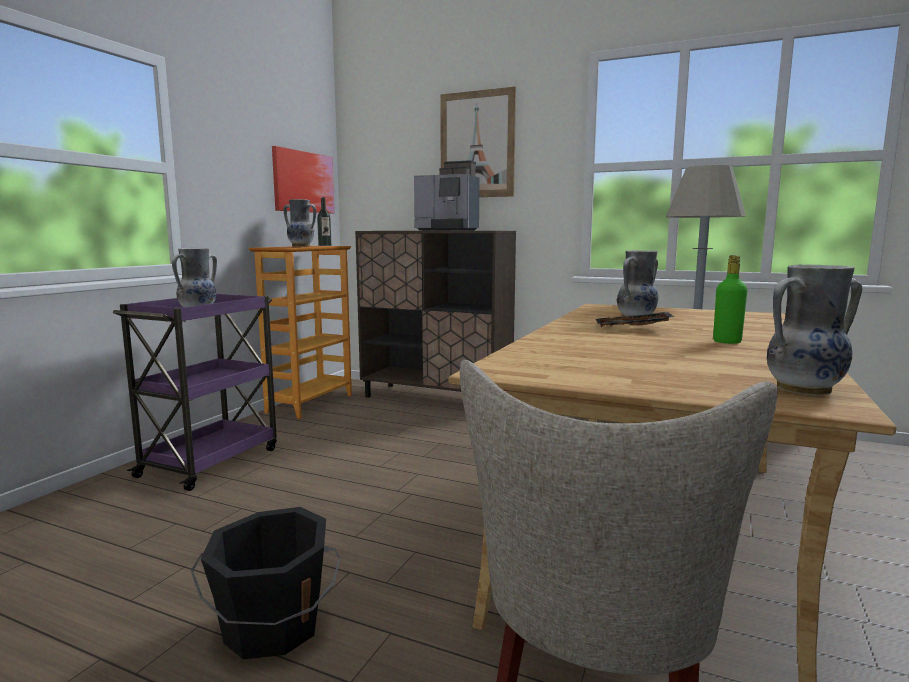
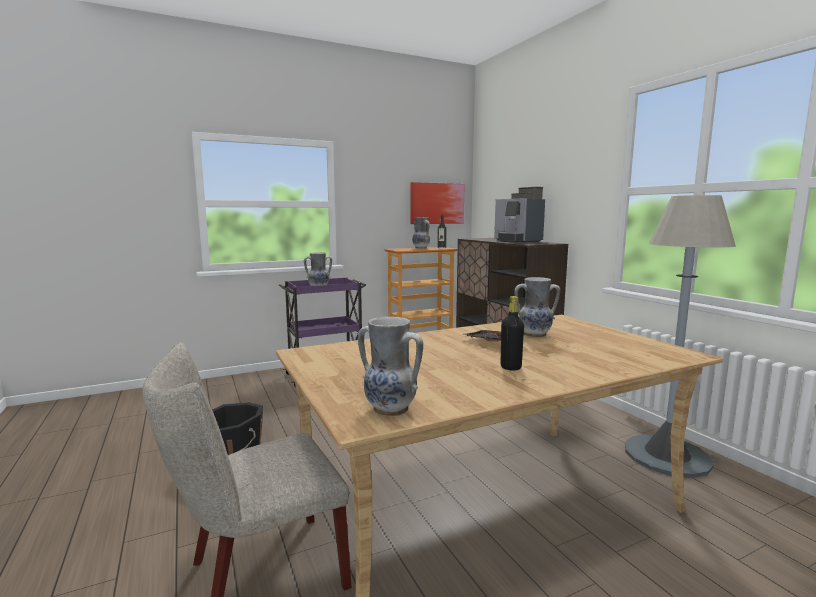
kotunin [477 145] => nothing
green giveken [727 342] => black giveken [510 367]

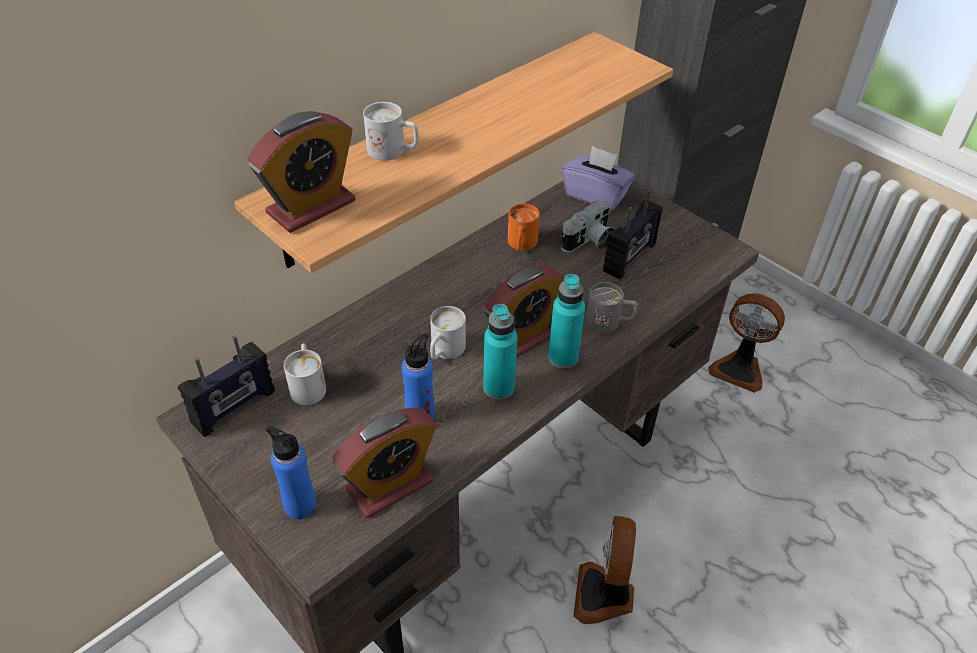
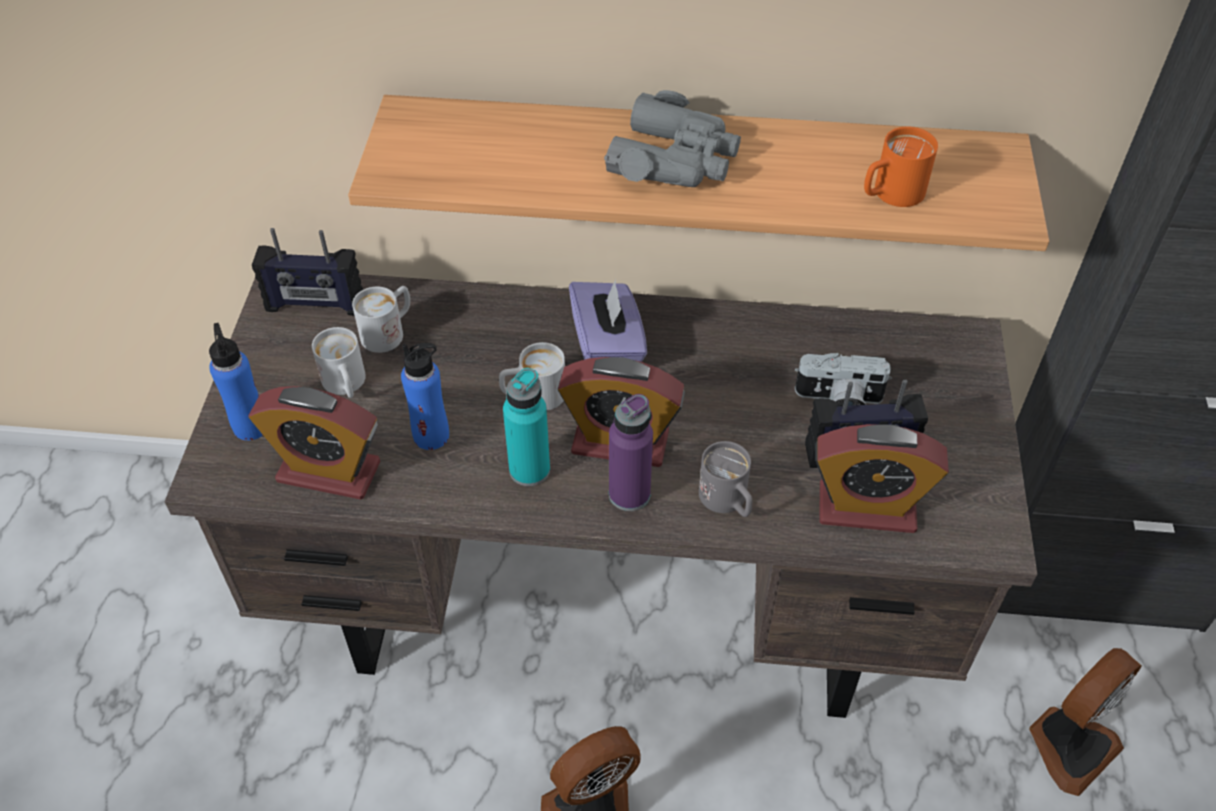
nothing => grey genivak [675 159]
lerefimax [311 207] => lerefimax [866 508], shifted
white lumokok [393 151] => white lumokok [346 386], shifted
orange lumokok [521 245] => orange lumokok [890 194], shifted
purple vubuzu [596 195] => purple vubuzu [608 348], shifted
turquoise giveken [563 357] => purple giveken [629 494]
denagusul [739 369] => denagusul [1069 744], 120 degrees counterclockwise

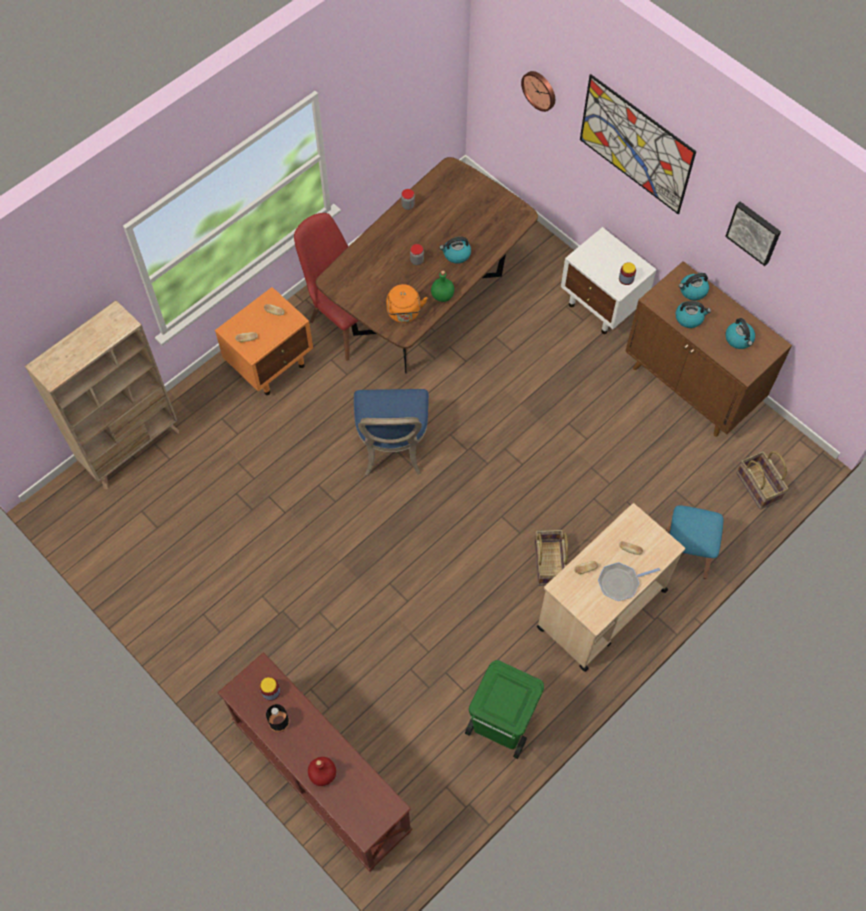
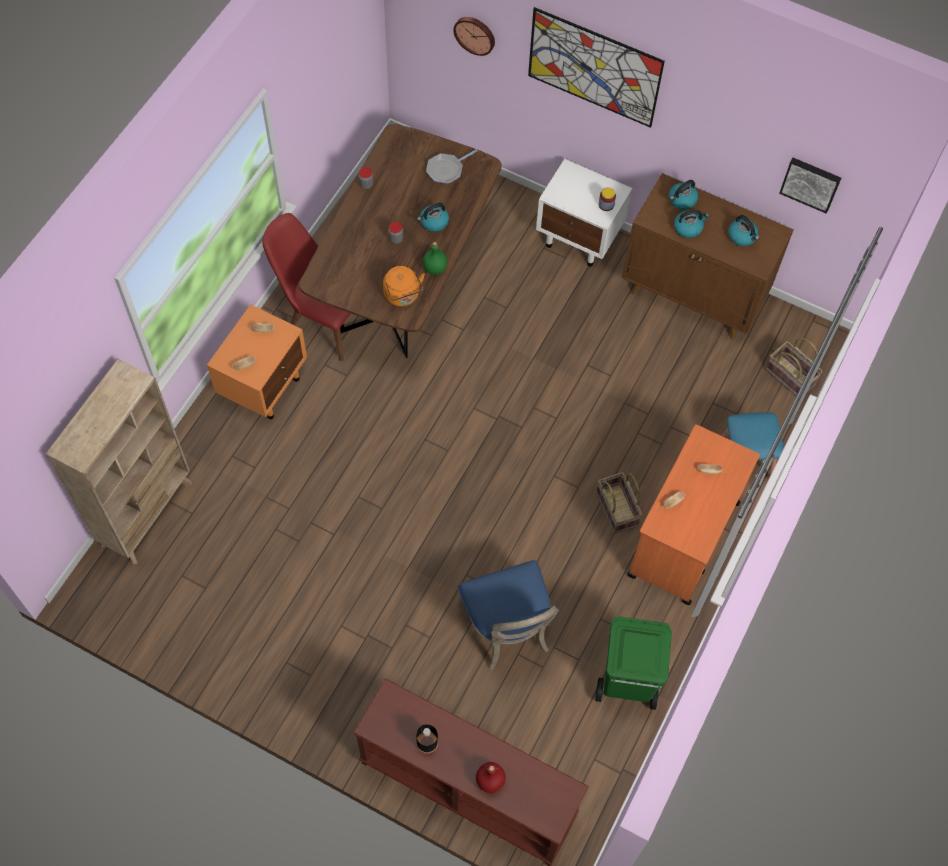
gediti [271 691] => nothing
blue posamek [392 448] => blue posamek [508 630], shifted
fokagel [620 582] => fokagel [446 170], shifted
kotunin [754 232] => kotunin [810 183], shifted
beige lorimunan [601 609] => orange lorimunan [683 539]

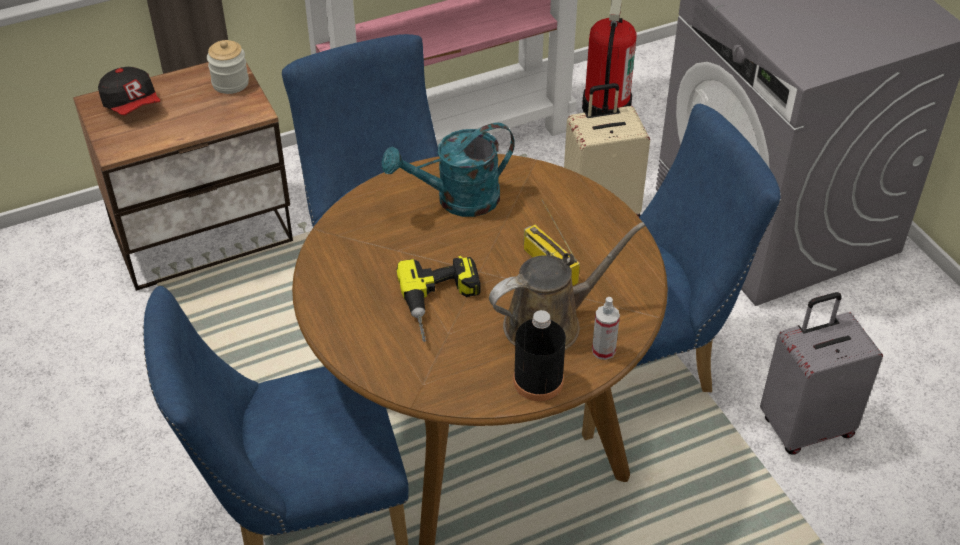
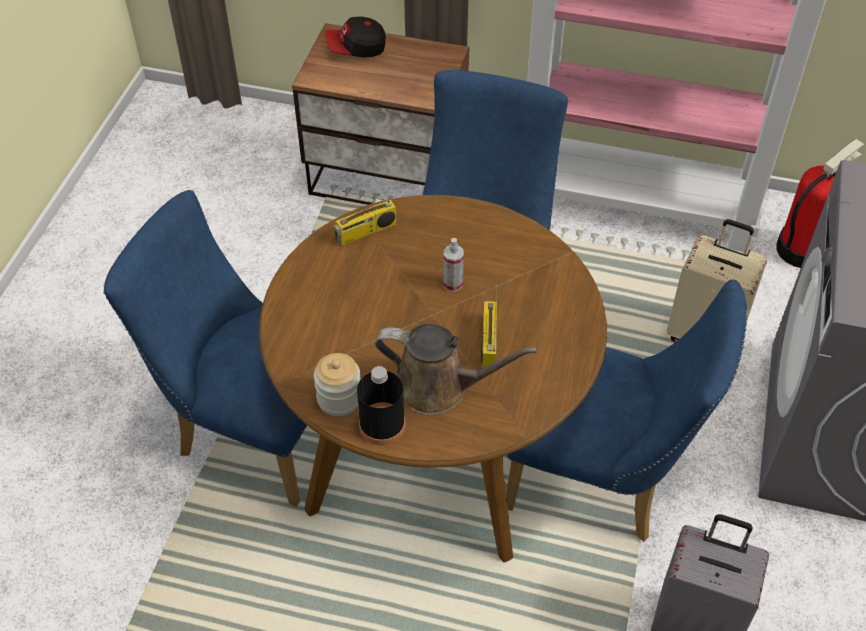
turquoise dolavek [457 200] => nothing
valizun [442 304] => nothing
nothing => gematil [366 232]
gediti [230 83] => gediti [339 398], shifted
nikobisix [603 351] => nikobisix [453 284], shifted
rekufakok [132 104] => rekufakok [356 49], 75 degrees clockwise

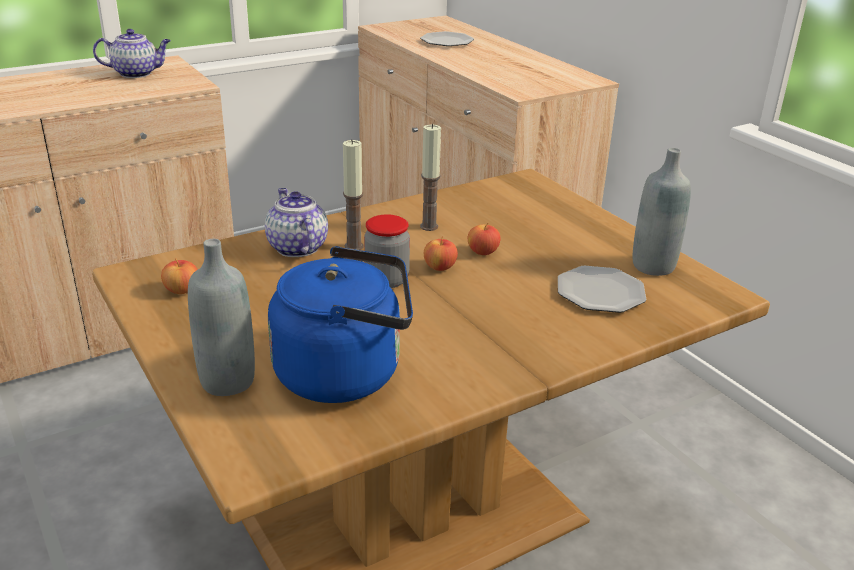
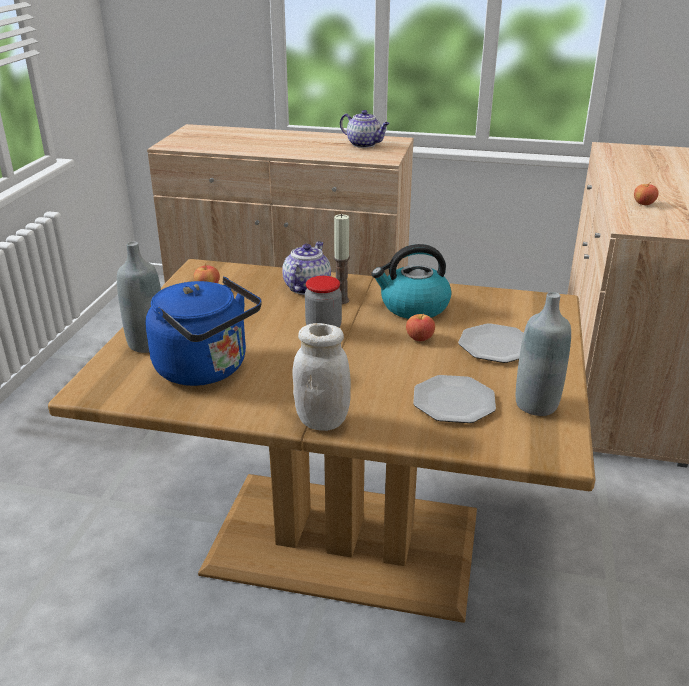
nothing => white gediti [322 421]
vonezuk [446 41] => vonezuk [495 345], shifted
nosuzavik [440 267] => nosuzavik [644 203], shifted
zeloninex [429 226] => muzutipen [413 307]

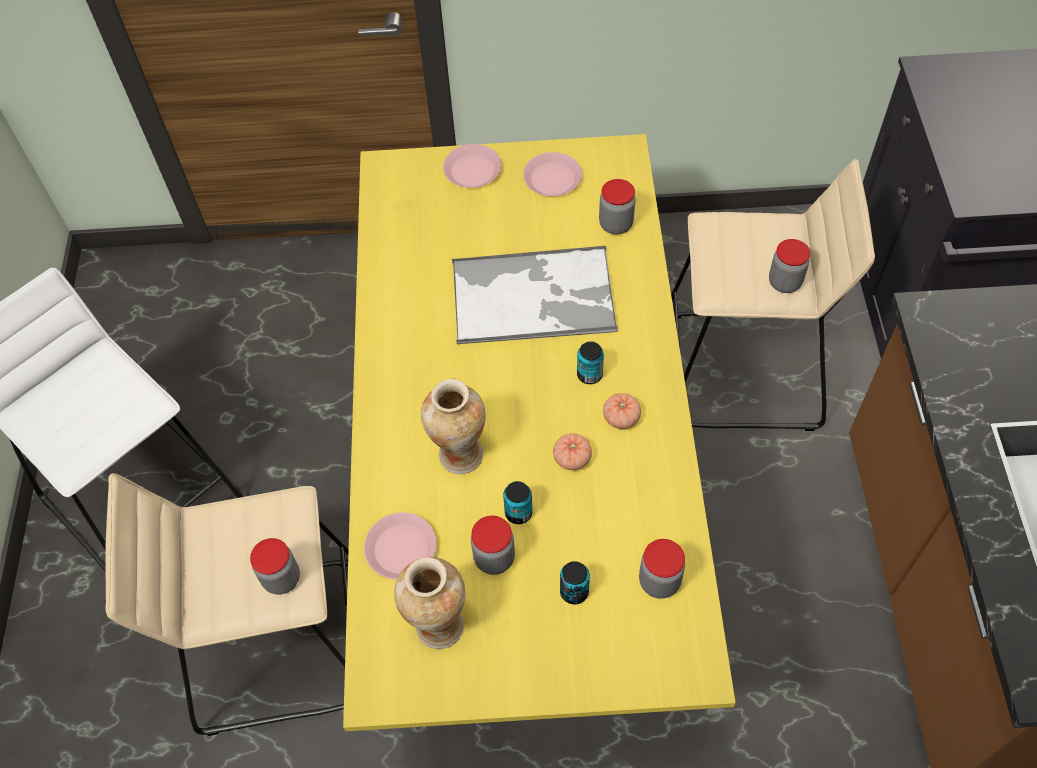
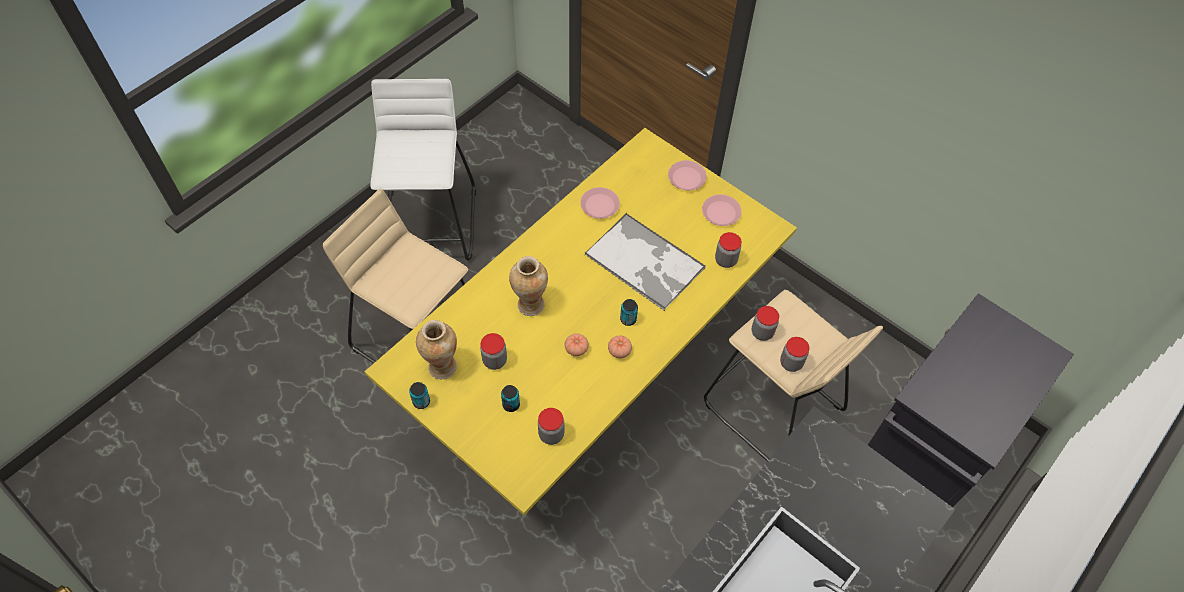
gediti [281 578] => gediti [762 332], shifted
pink vonezuk [401 549] => pink vonezuk [599 206], shifted
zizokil [518 513] => zizokil [421 401], shifted

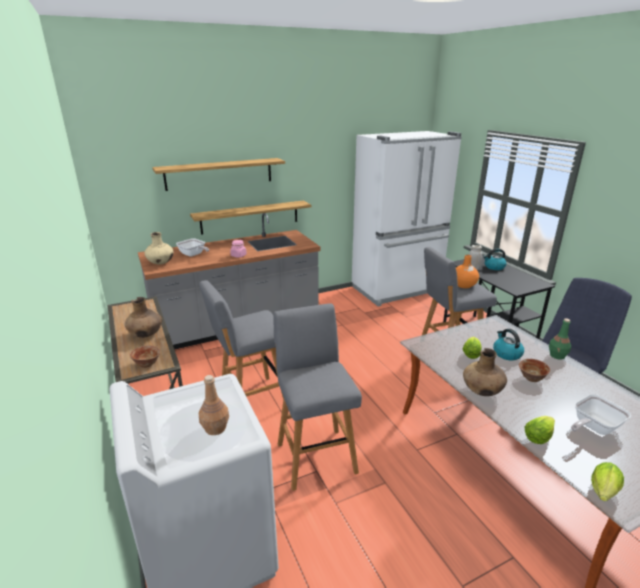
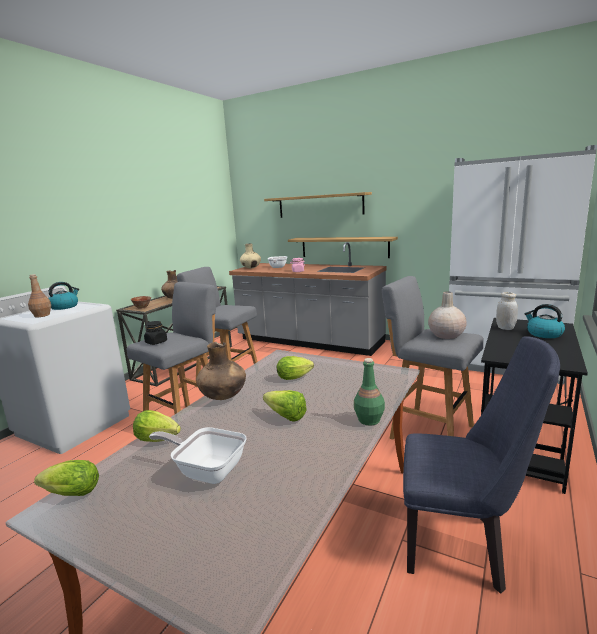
nothing => black gediti [156 342]
muzutipen [506 353] => muzutipen [64 307], shifted
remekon [531 378] => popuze [283 415]
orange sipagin [463 285] => beige sipagin [446 335]

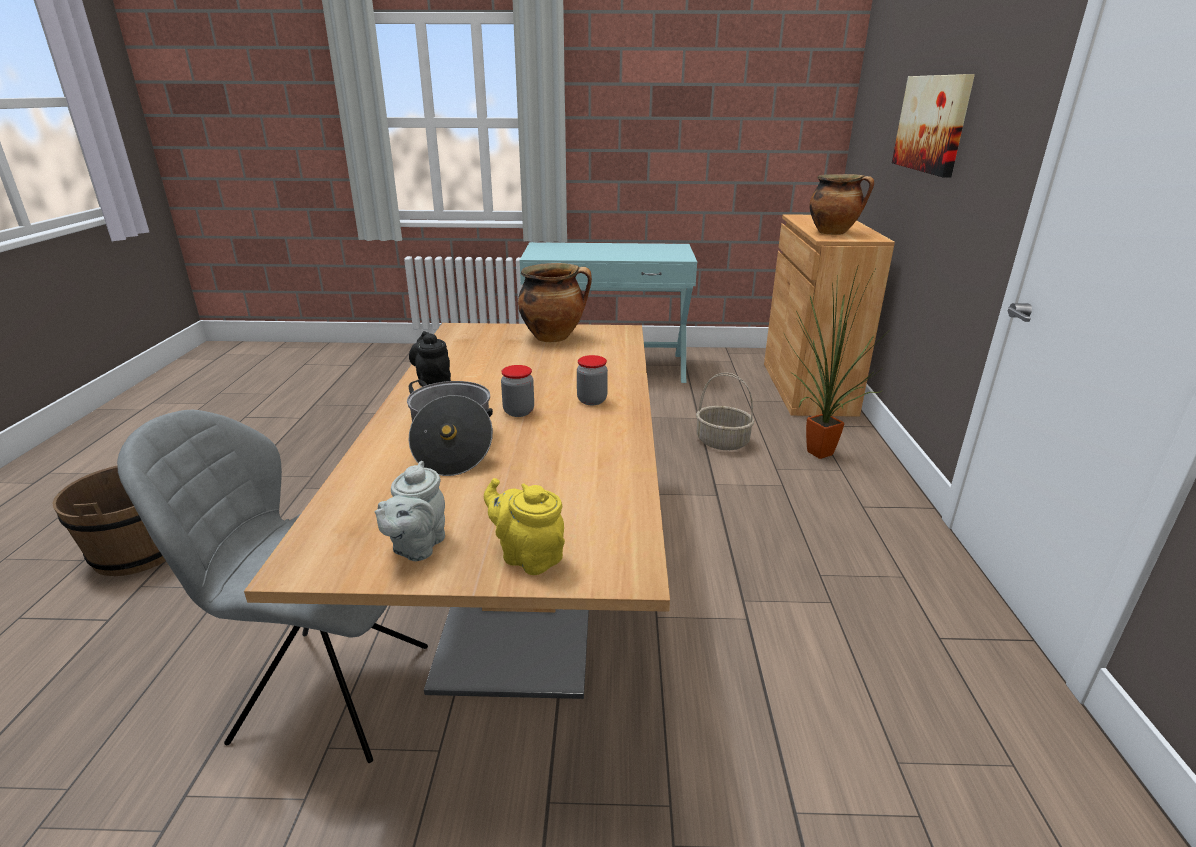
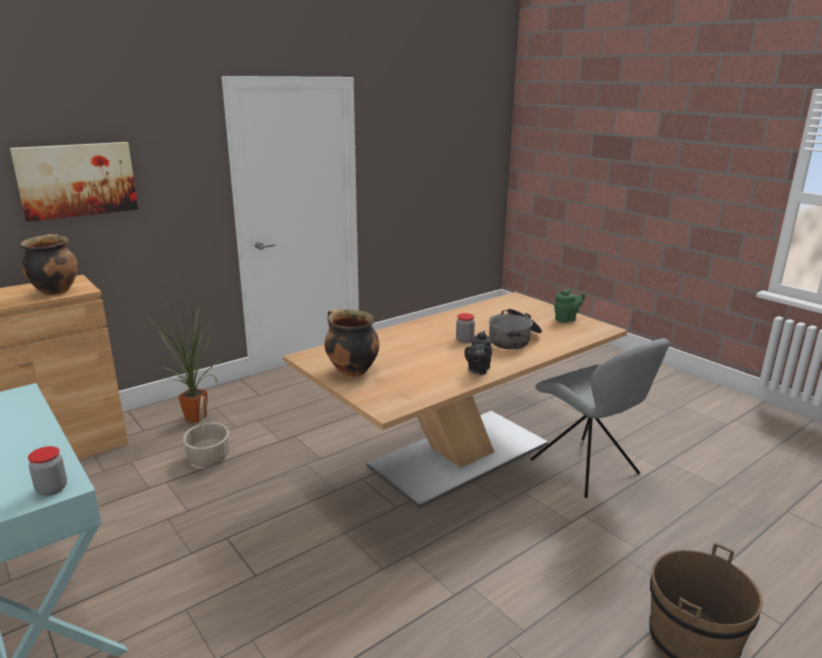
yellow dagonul [528 556] => nothing
gediti [592 400] => gediti [52 489], shifted
grey dagonul [416 547] => green dagonul [566 319]

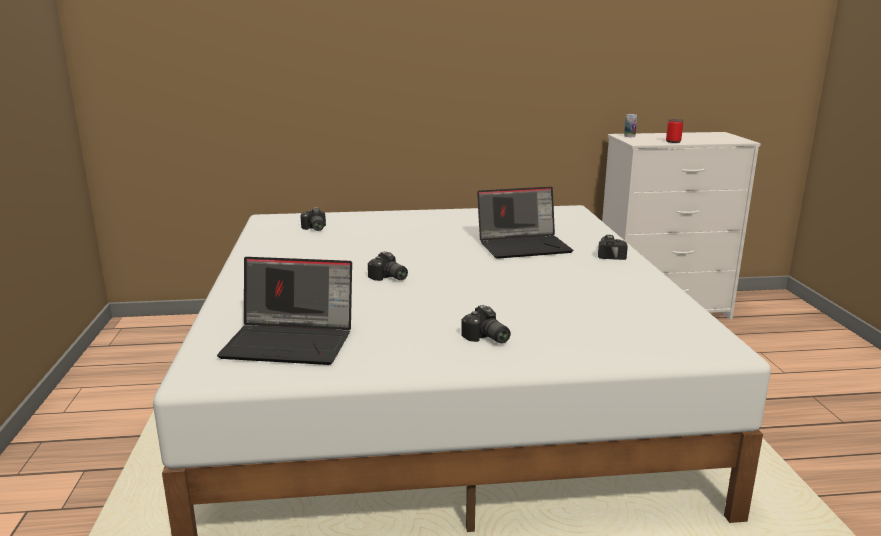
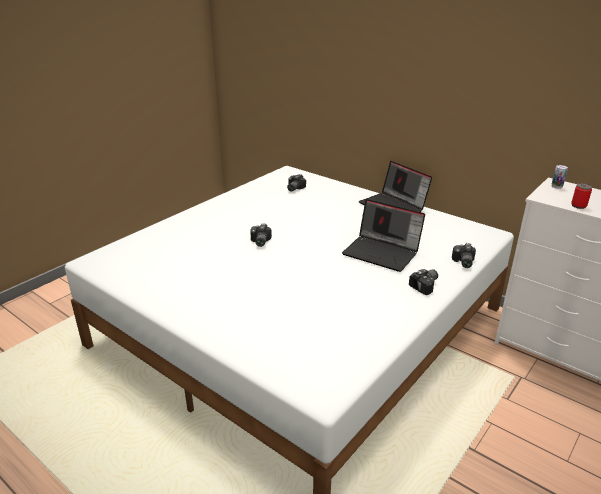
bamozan [291 342] => bamozan [394 206], shifted
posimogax [486 338] => posimogax [462 262], shifted

